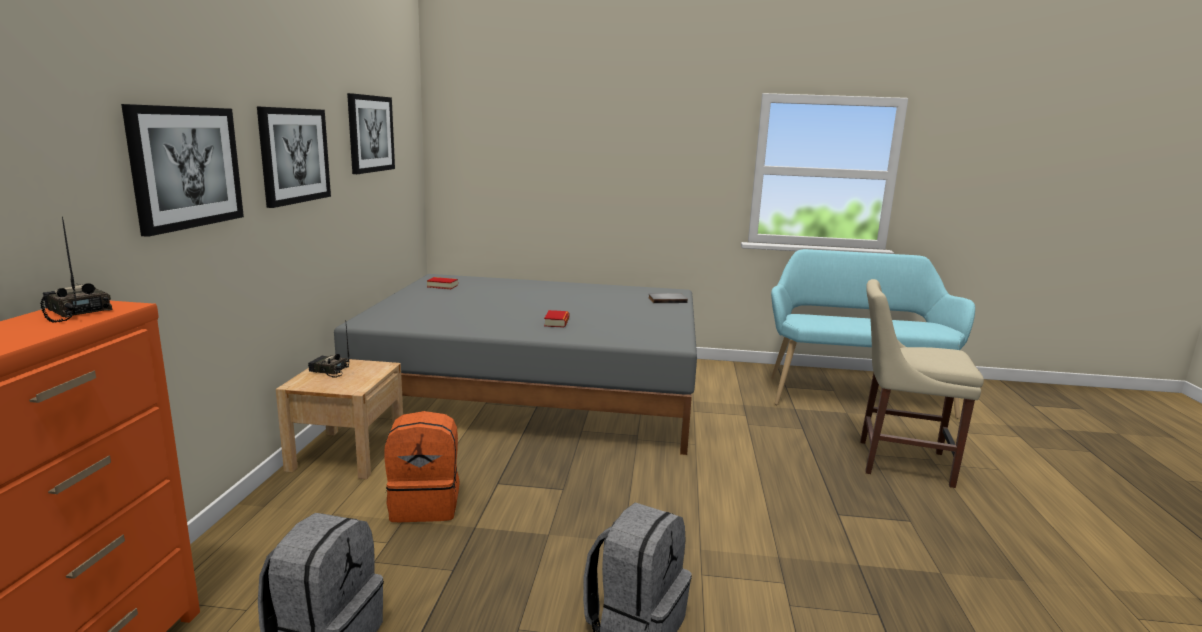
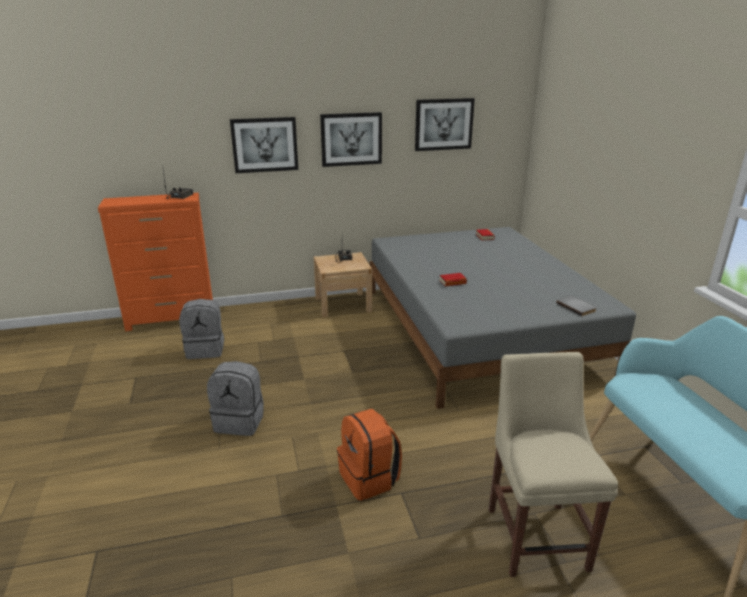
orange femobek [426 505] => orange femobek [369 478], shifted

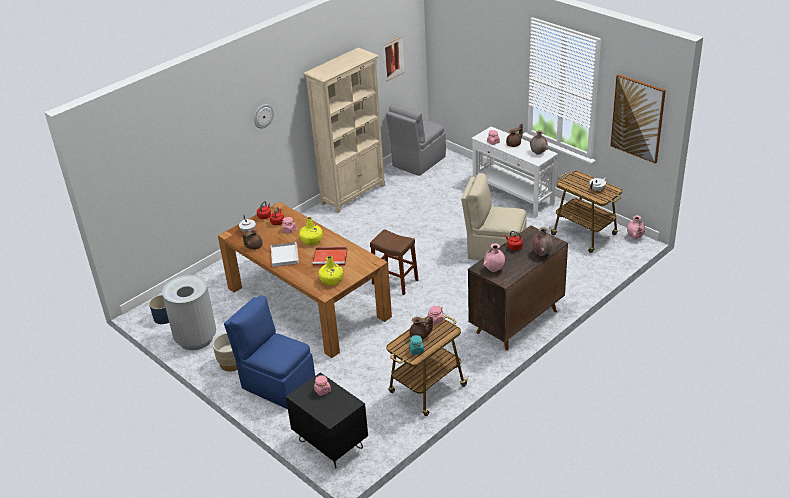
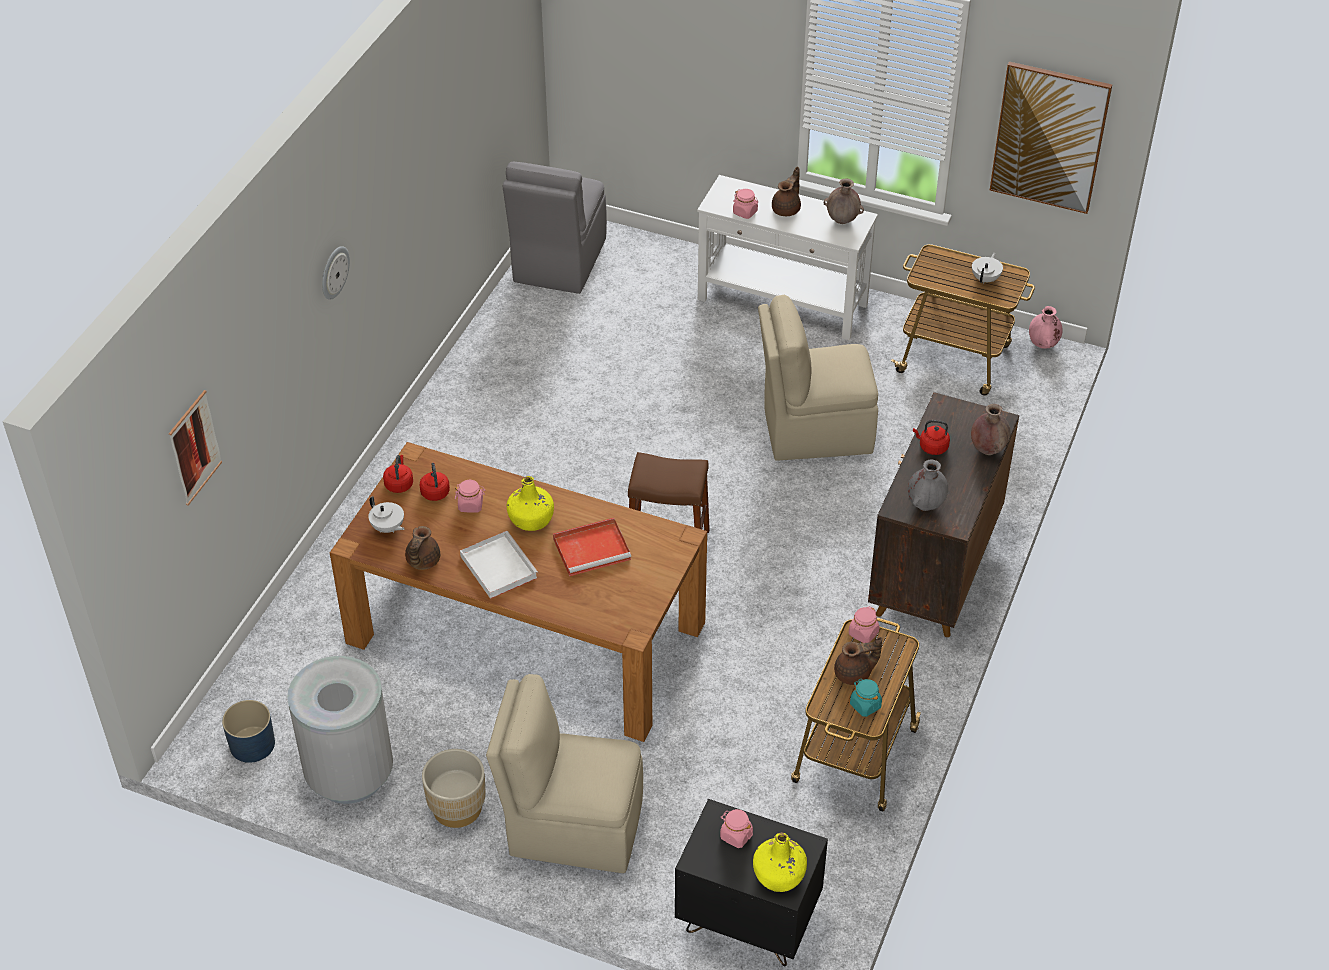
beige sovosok [353 194] => nothing
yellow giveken [332 280] => yellow giveken [779 874], shifted
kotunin [393 58] => kotunin [195 447], shifted
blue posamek [277 384] => beige posamek [572 826]
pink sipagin [494 269] => grey sipagin [925 505]

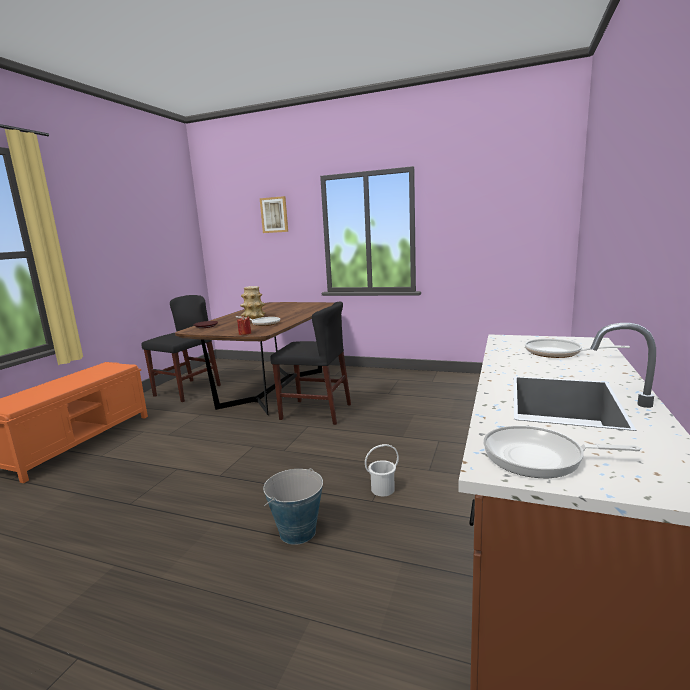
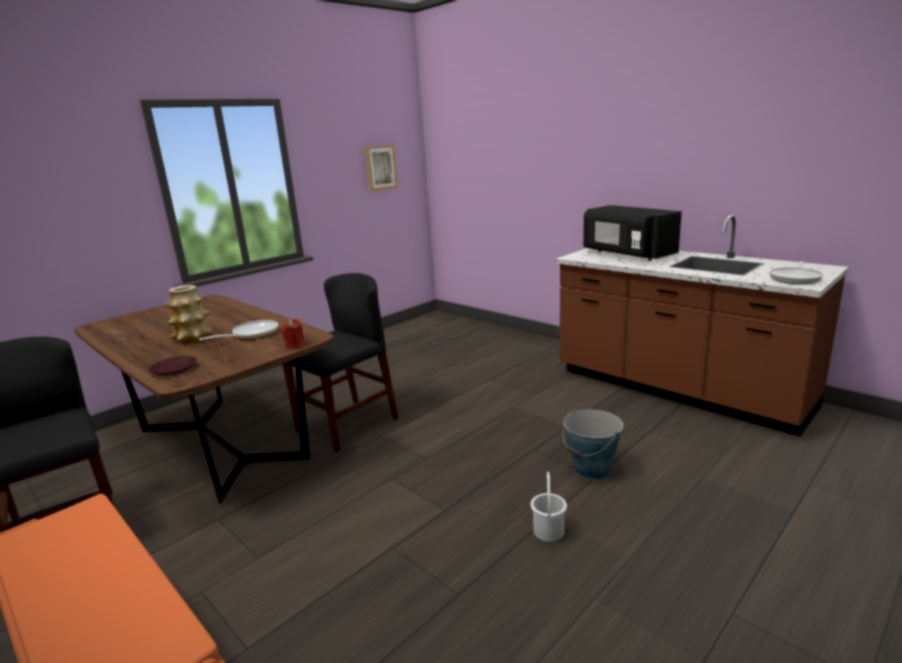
kotunin [274 215] => kotunin [380 167], shifted
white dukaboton [382 489] => white dukaboton [548 531], shifted
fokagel [558 353] => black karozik [627 254]

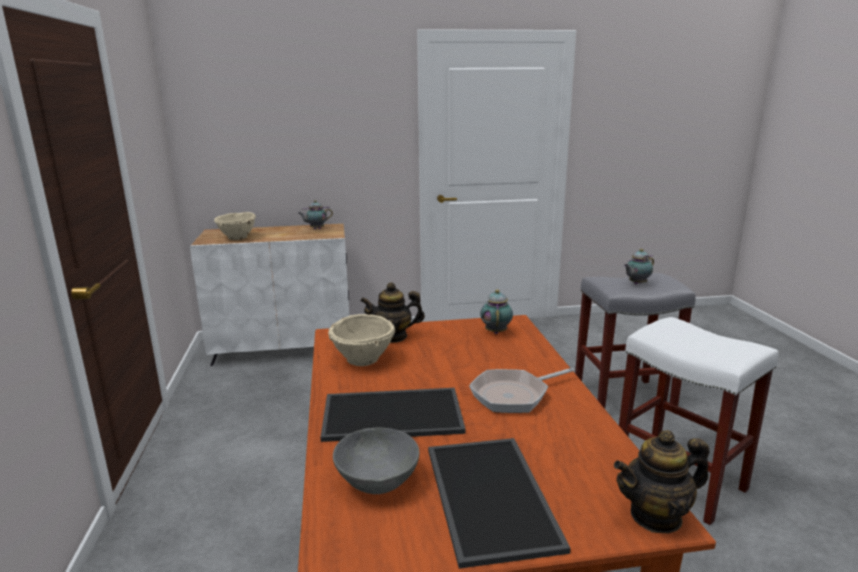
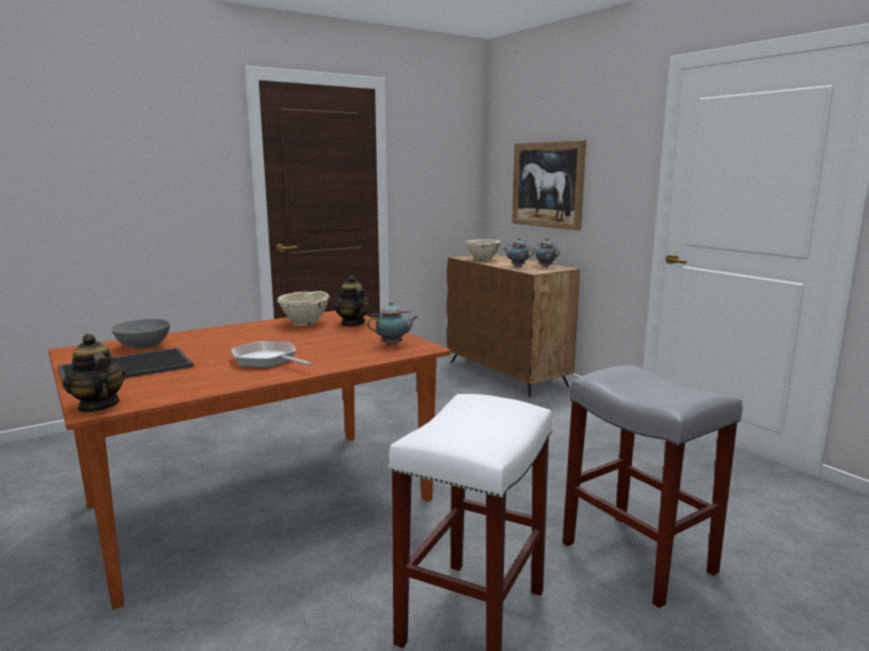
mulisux [394 413] => nothing
nothing => kotunin [547 185]
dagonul [636 283] => dagonul [517 266], shifted
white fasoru [284 348] => brown fasoru [507 373]

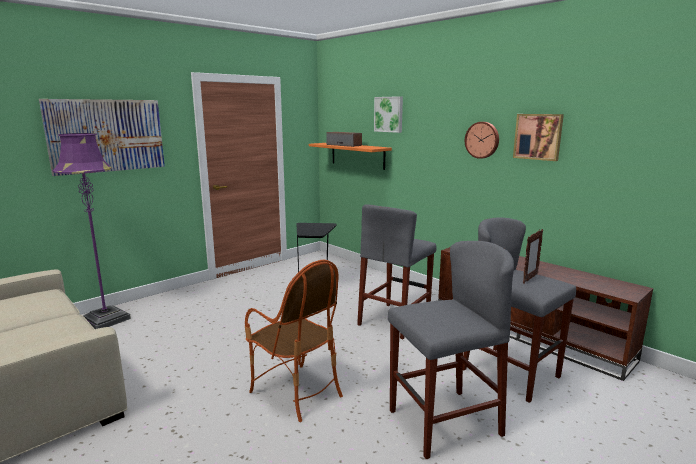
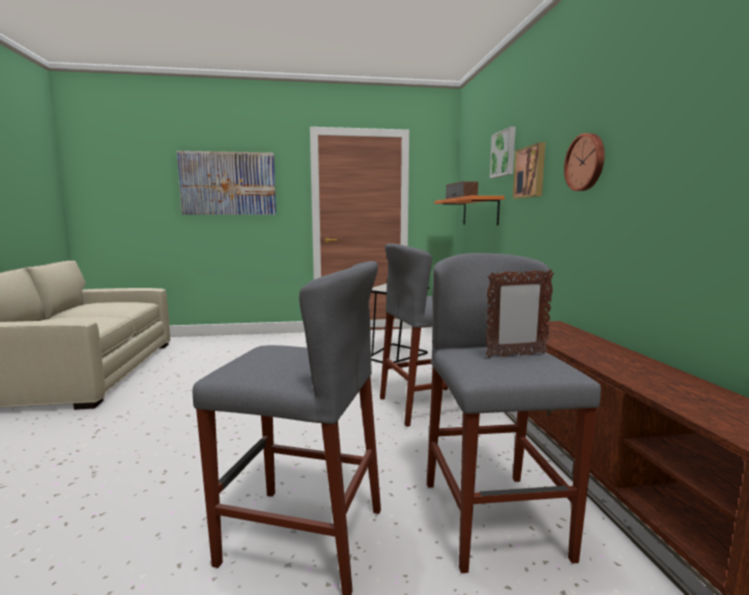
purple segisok [106 320] => nothing
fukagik [296 392] => nothing
kotunin [538 136] => kotunin [530 172], shifted

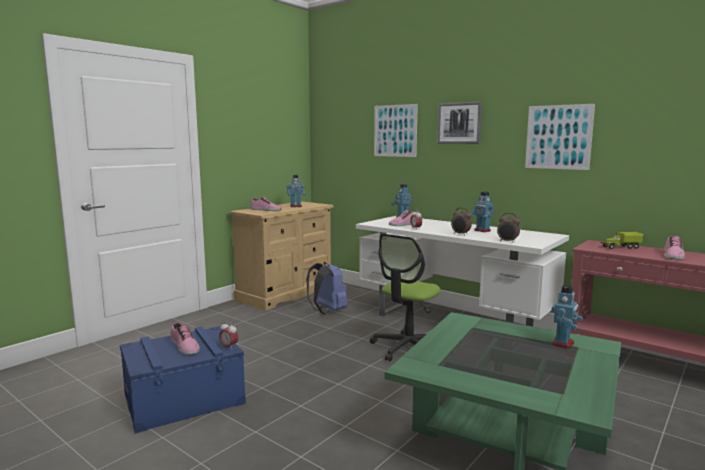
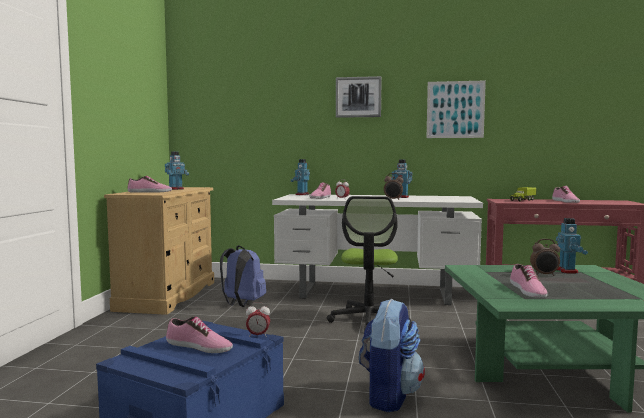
kotunin [395 131] => nothing
nothing => femobek [389 395]
nothing => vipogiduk [527 290]
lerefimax [507 241] => lerefimax [544 275], shifted

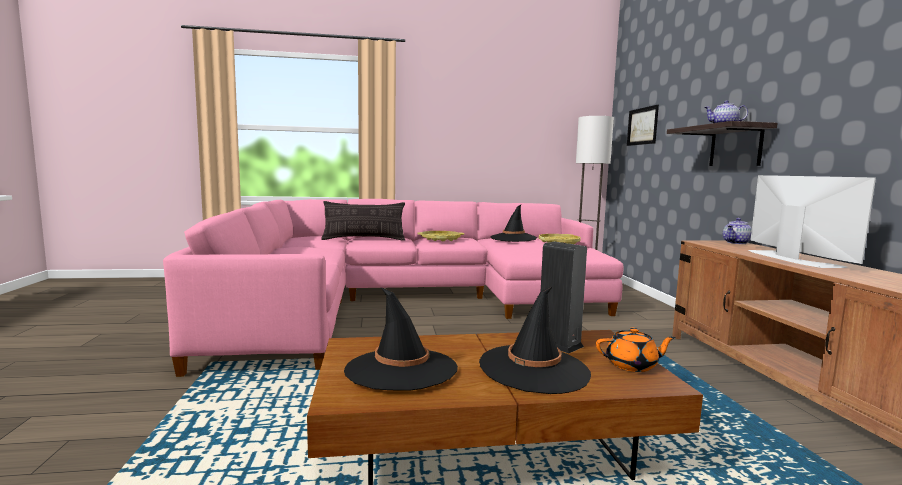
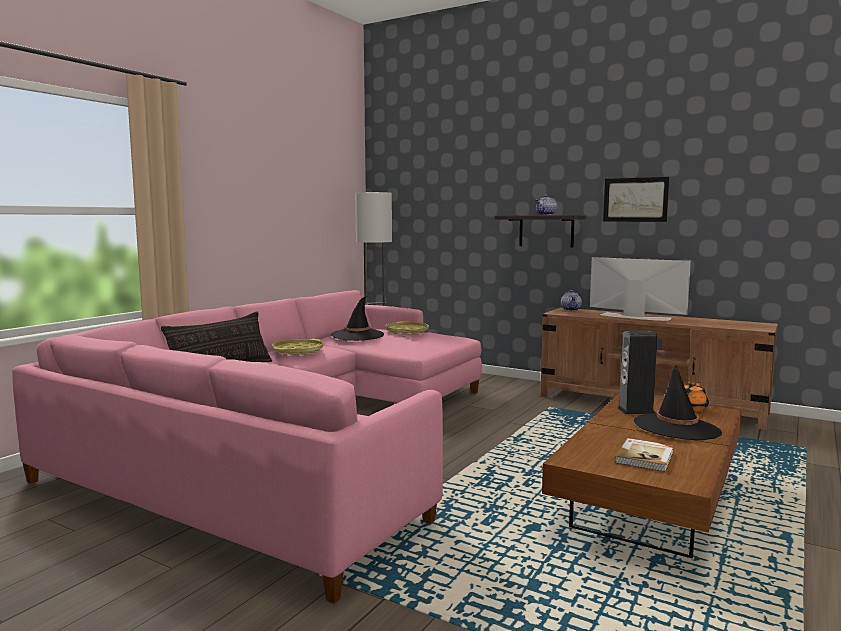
kotunin [642 126] => kotunin [635 199], shifted
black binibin [401 369] => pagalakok [645 457]

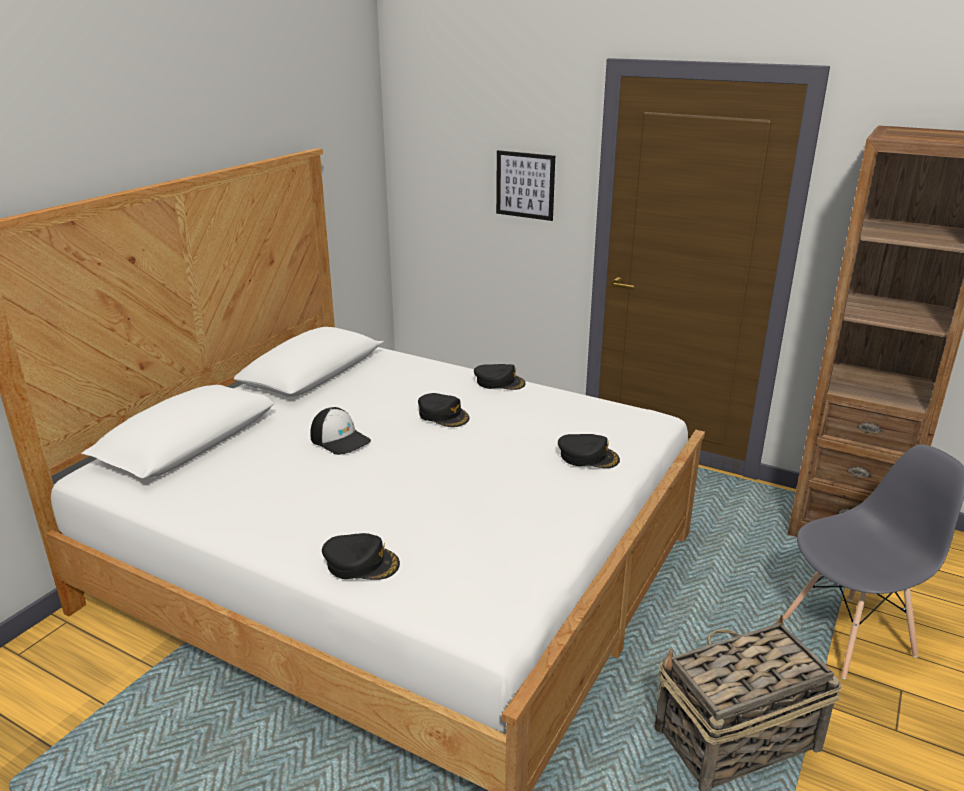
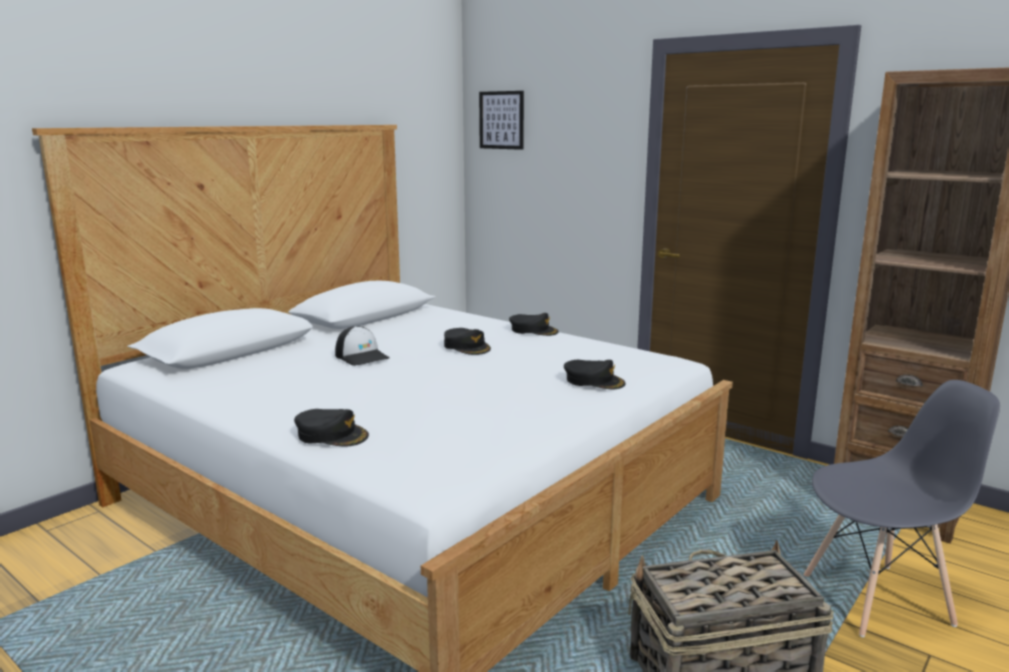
kotunin [525 185] => kotunin [501 120], shifted

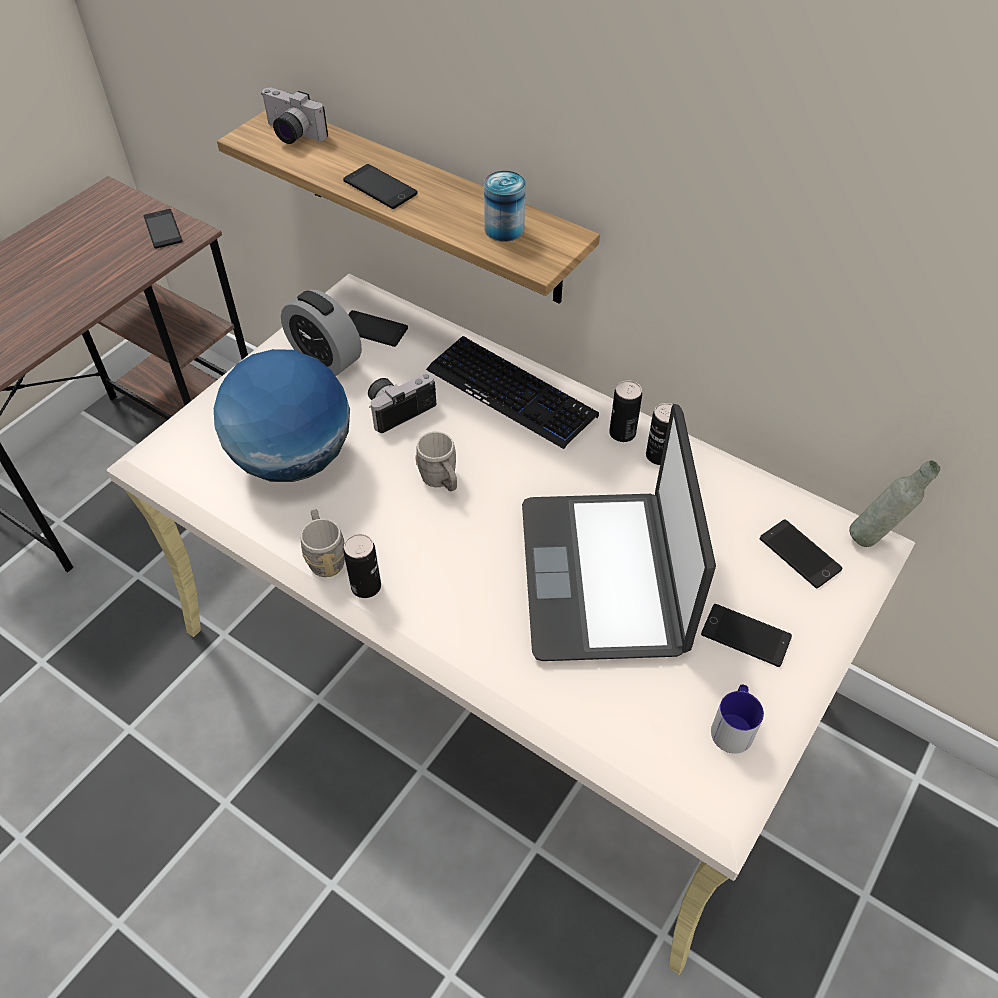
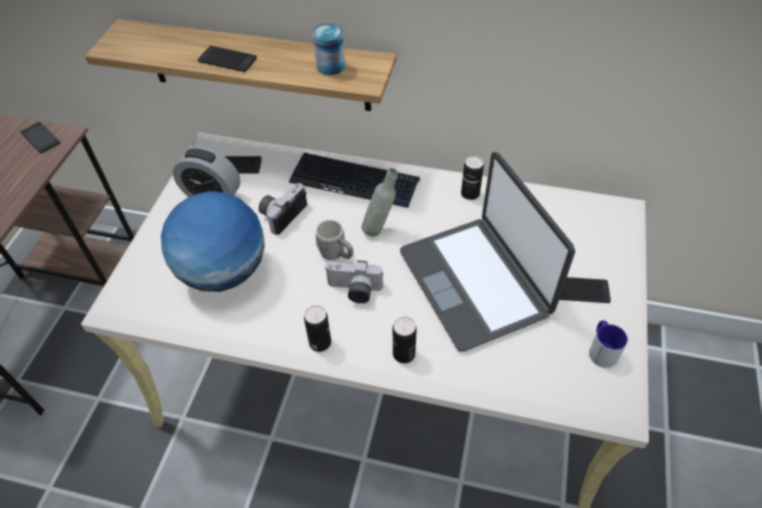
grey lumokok [325 556] => nothing
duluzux [799 554] => nothing
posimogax [291 135] => posimogax [354 291], shifted
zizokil [622 433] => zizokil [404 354], shifted
grey giveken [874 538] => grey giveken [380 229], shifted

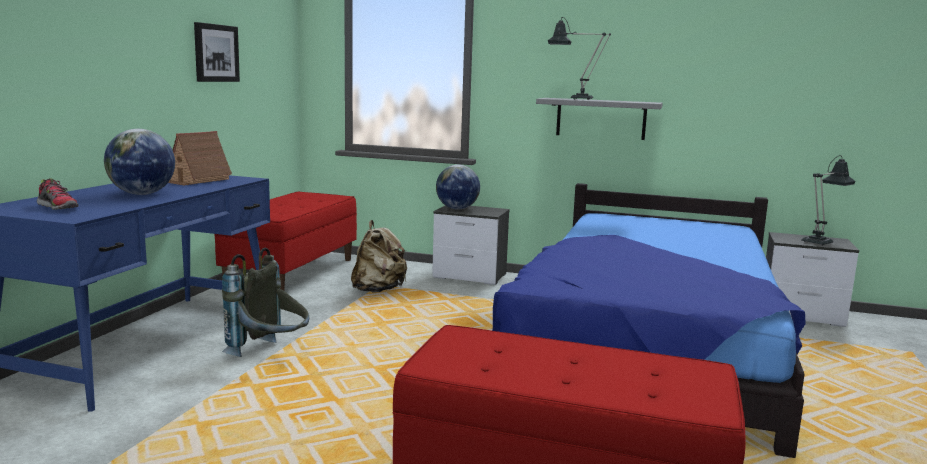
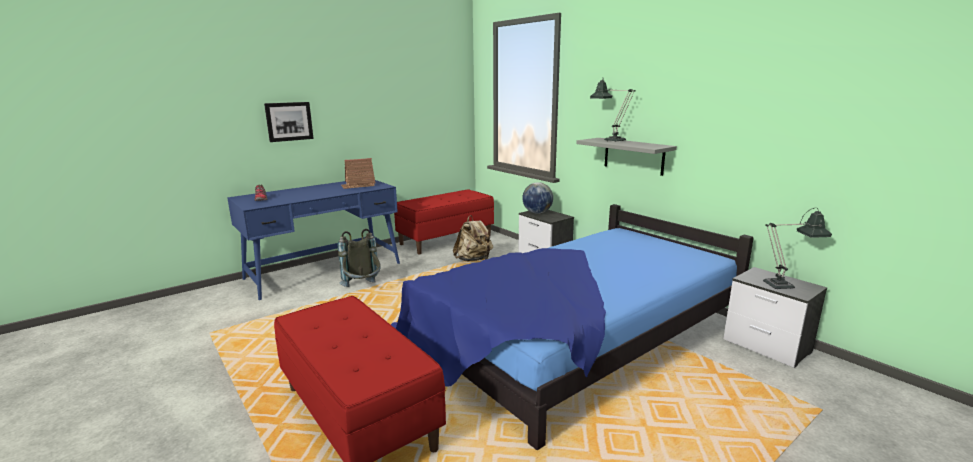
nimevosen [141 194] => nothing
kotunin [215 53] => kotunin [289 121], shifted

